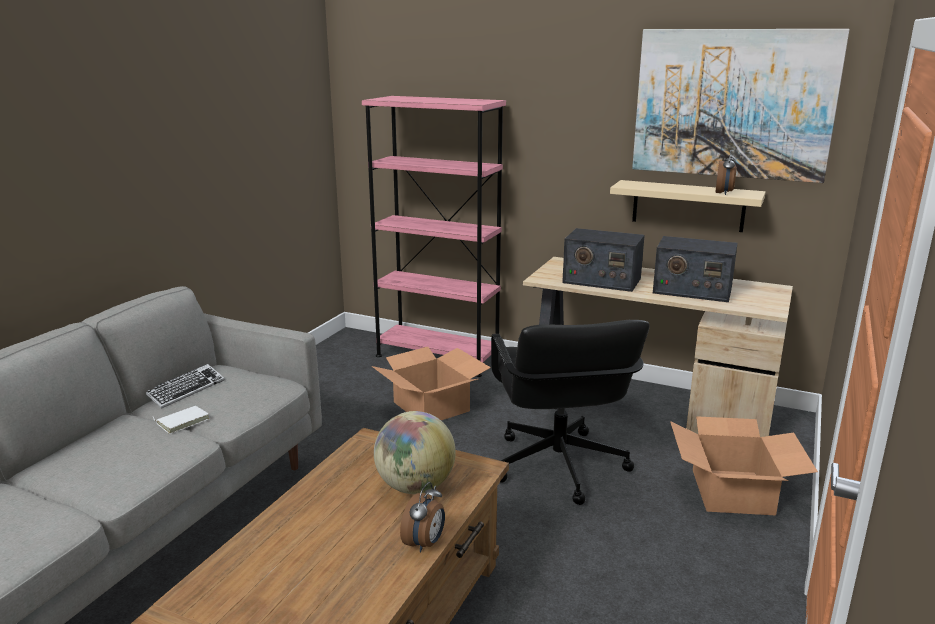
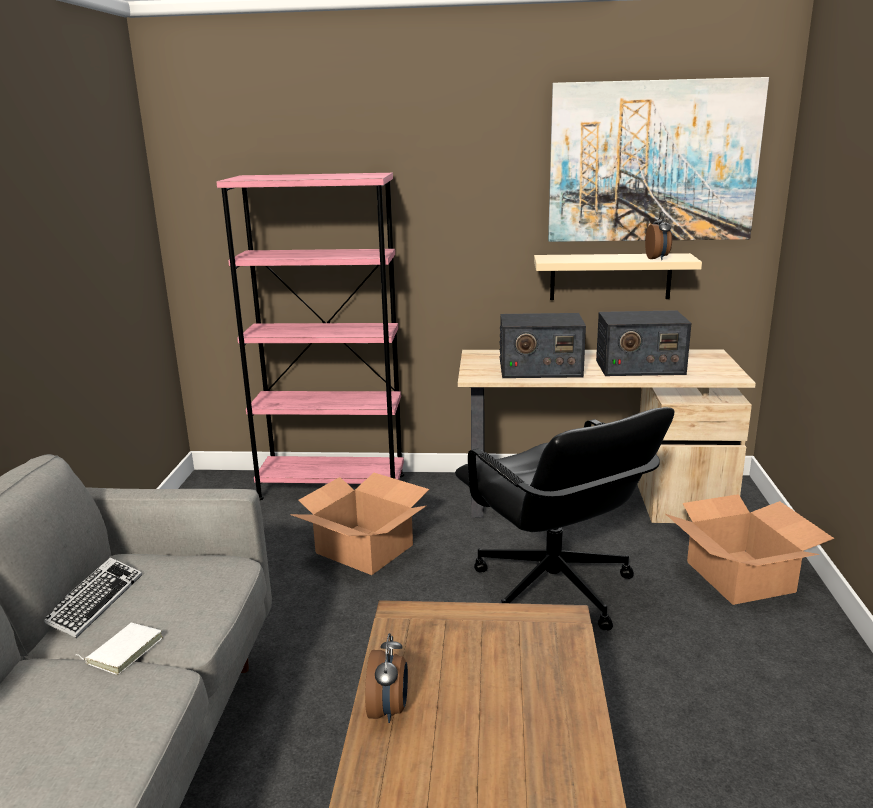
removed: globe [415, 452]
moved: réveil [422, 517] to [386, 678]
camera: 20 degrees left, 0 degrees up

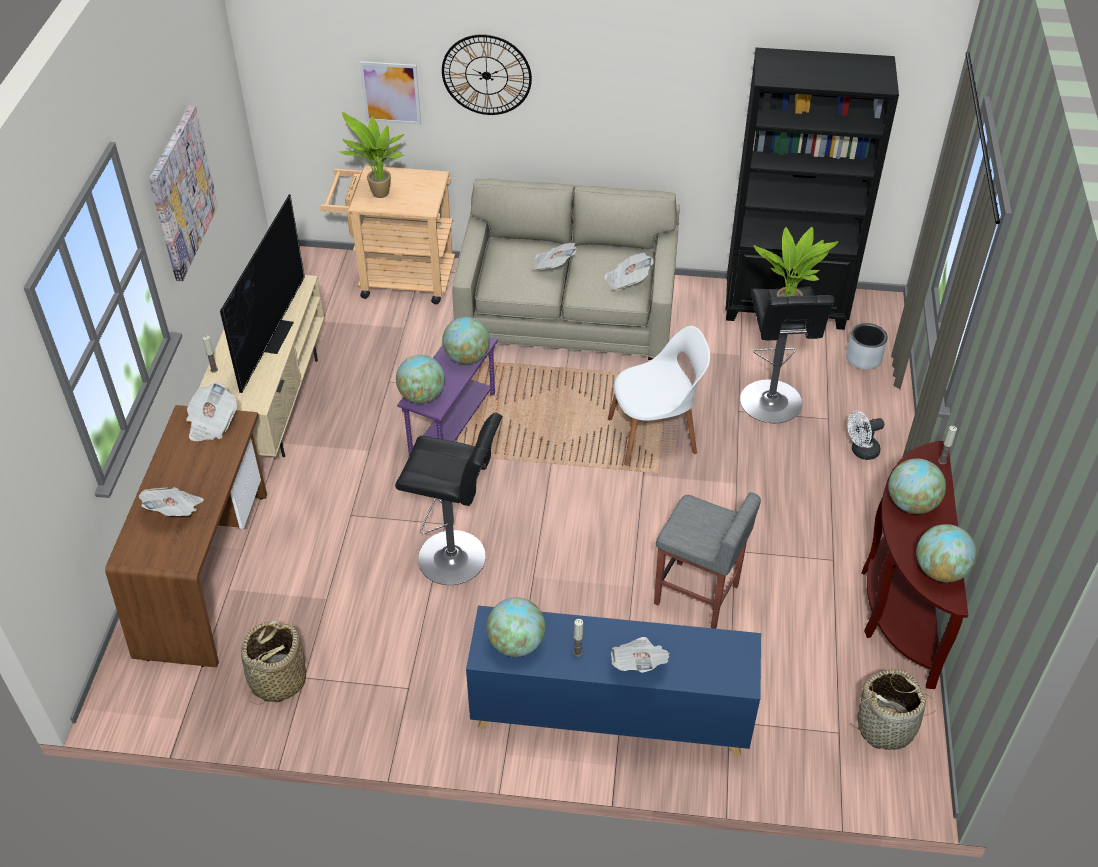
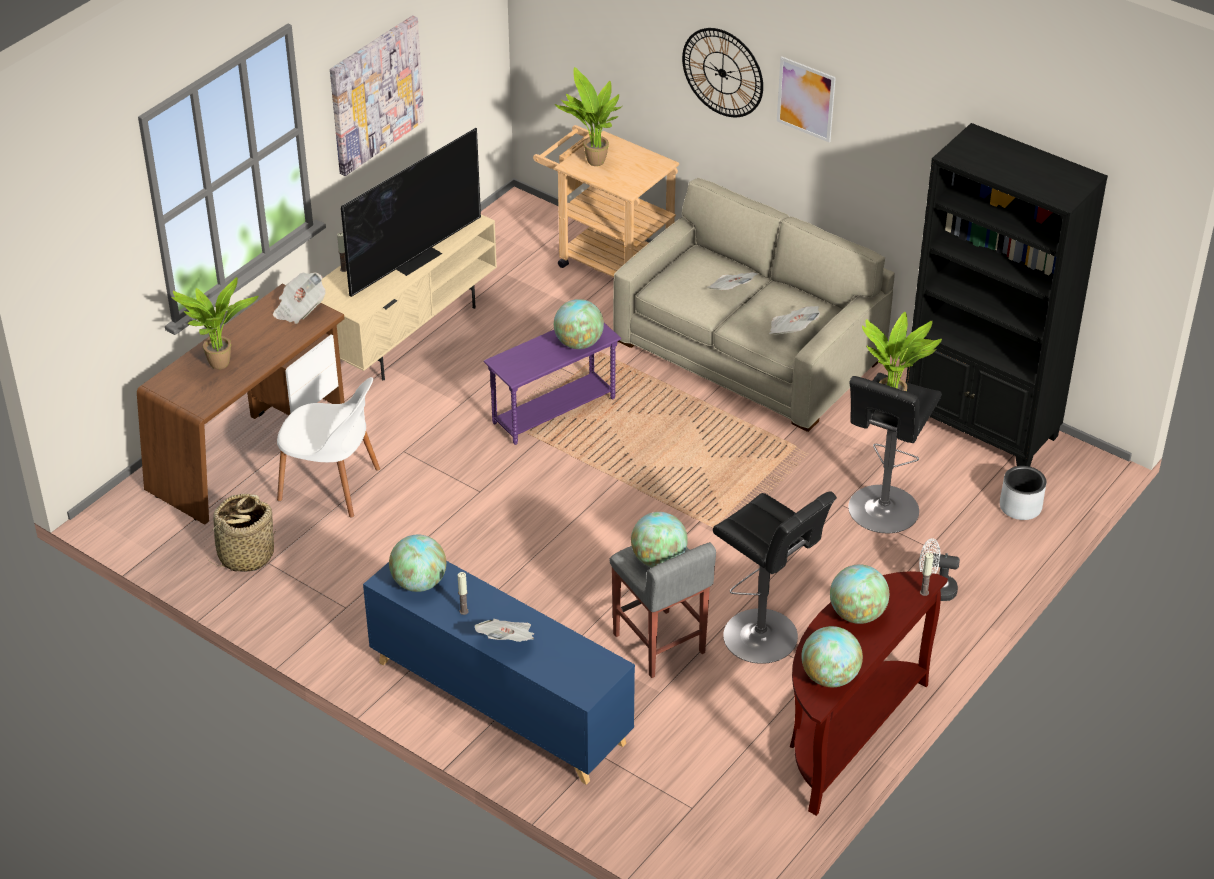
removed: panier [893, 709]
moved: tableau [390, 93] to [806, 99]; chaise (blanc) [659, 395] to [328, 447]; globe [420, 379] to [659, 539]; tabouret (noir) [448, 499] to [775, 577]
replaced: journal [171, 501] to plante en pot [214, 323]
camera: 30 degrees right, 5 degrees down

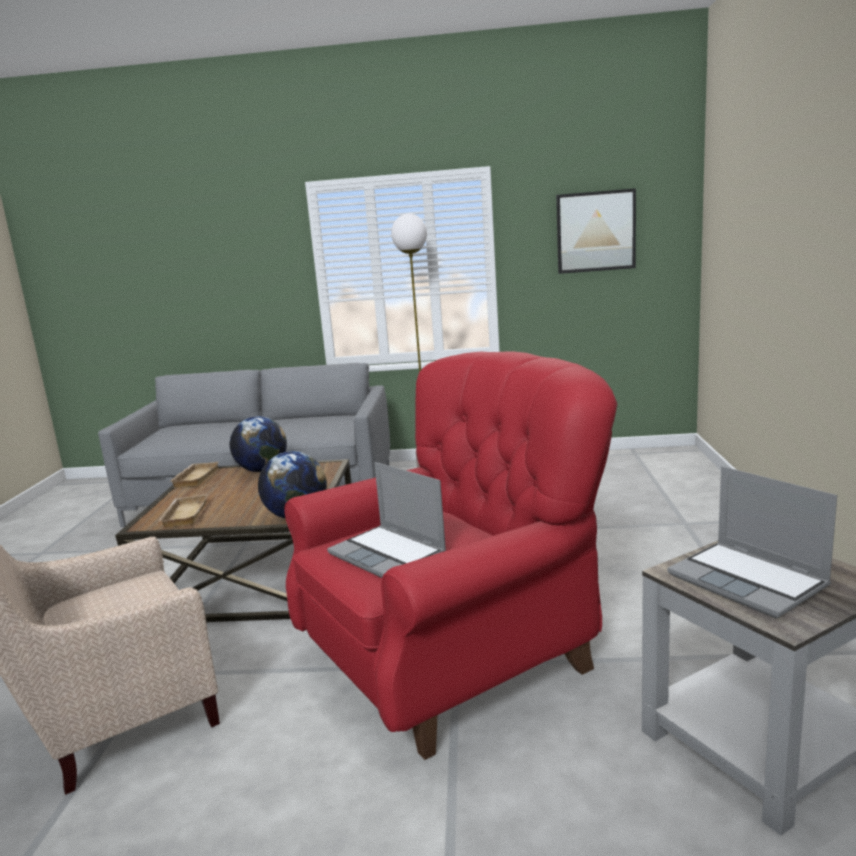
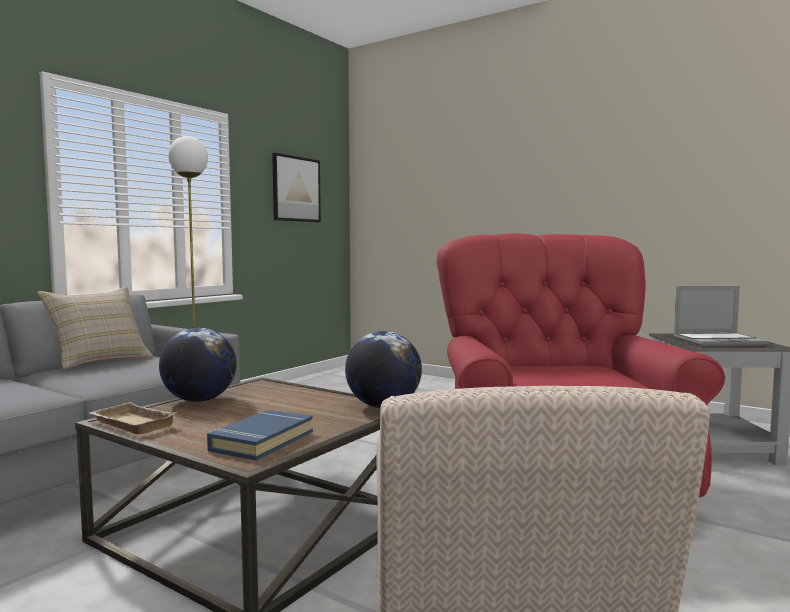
removed: ordinateur portable [386, 520]
added: coussin (beige) [95, 328]
replaced: plateau (beige) [183, 511] to livre (bleu) [260, 435]
camera: 60 degrees left, 10 degrees down

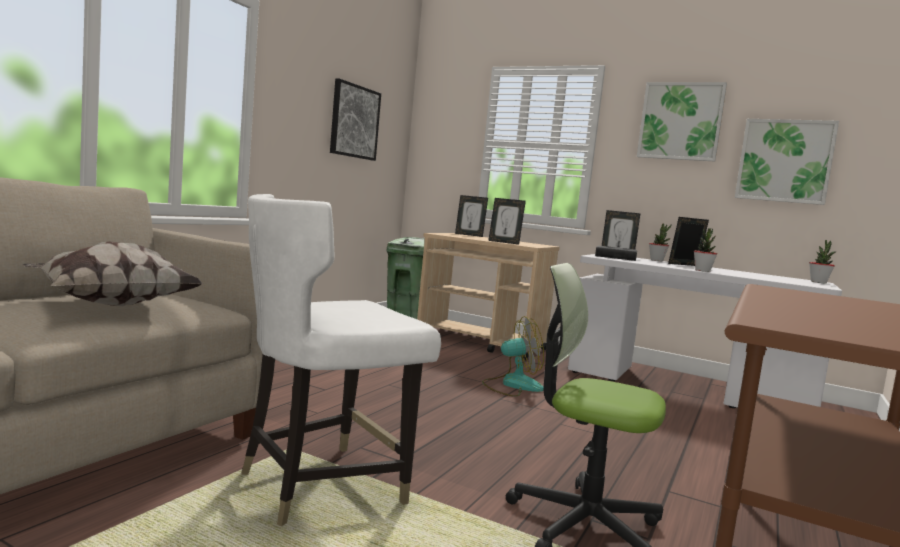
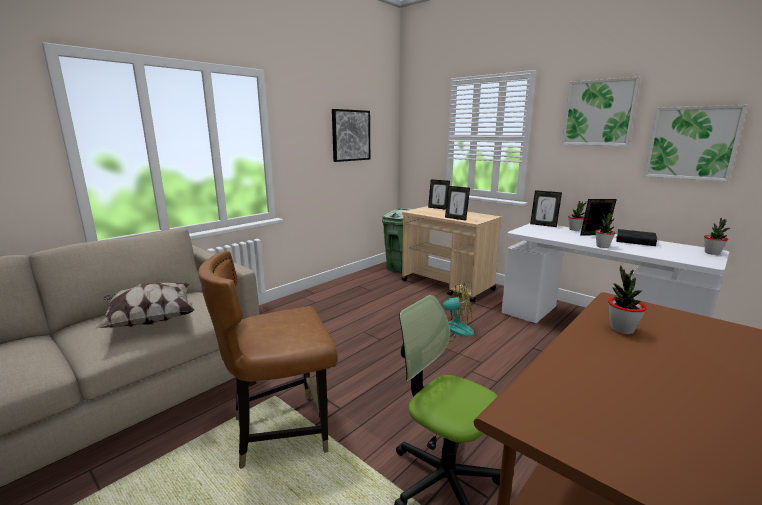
added: plante en pot [627, 300]
moved: livre (noir) [616, 253] to [636, 237]
recoloured: chaise (blanc) [341, 360] to chaise (marron) [268, 360]
camera: 15 degrees right, 10 degrees up

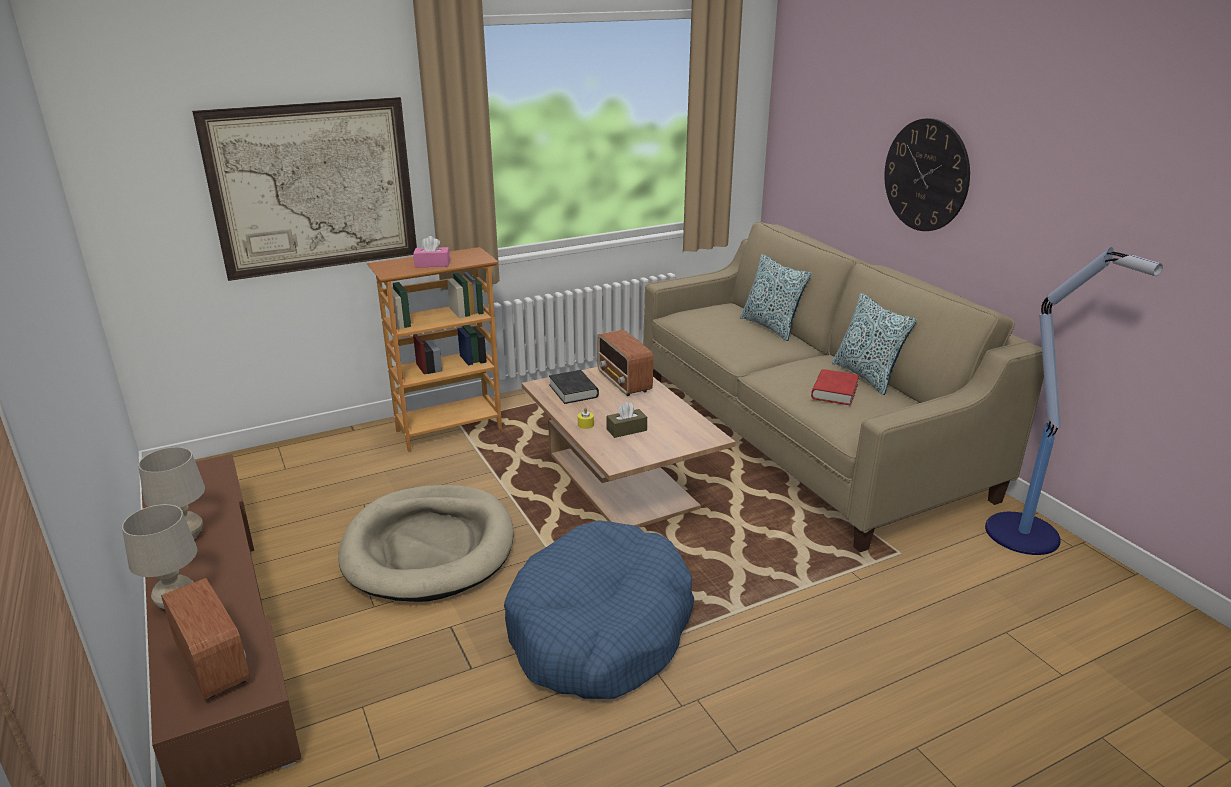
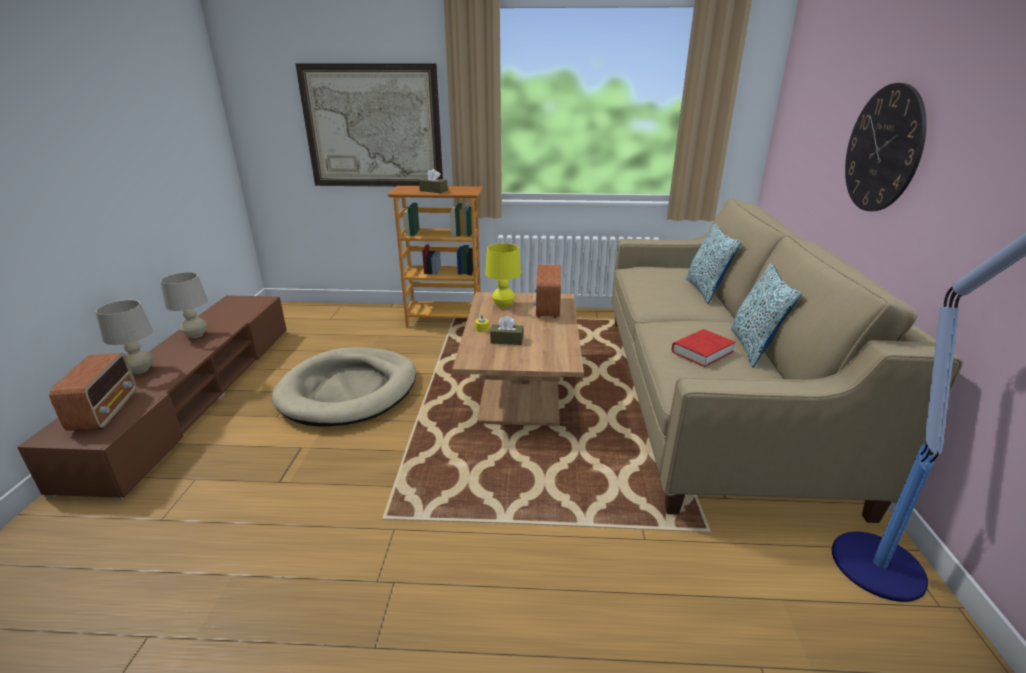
removed: panier pour chien (bleu) [599, 609]
replaced: livre (noir) [574, 387] to lampe de table (jaune) [503, 275]
recoloured: boîte à mouchoirs (rose) [431, 251] to boîte à mouchoirs (marron) [433, 181]
camera: 30 degrees right, 0 degrees up

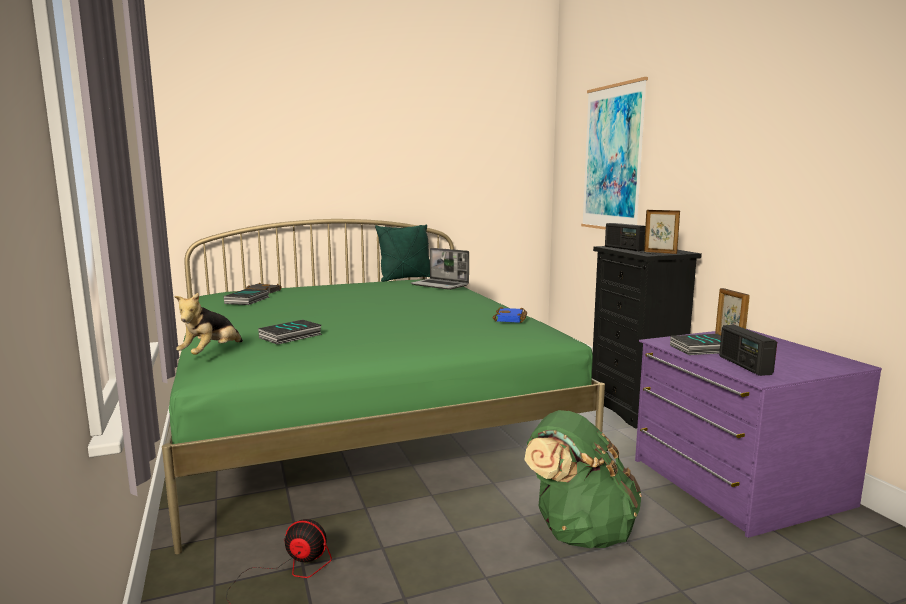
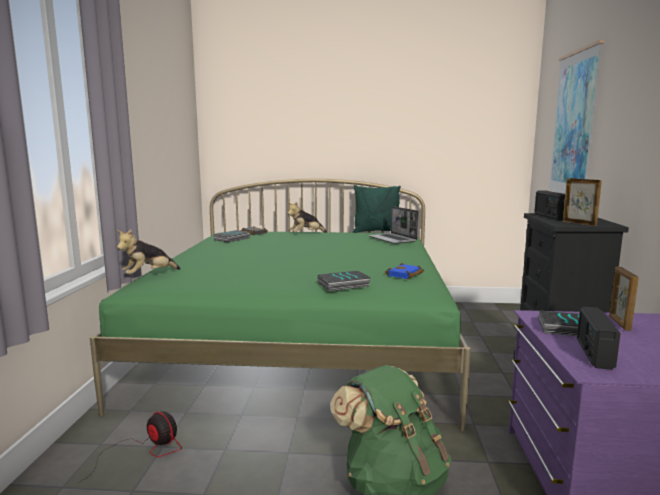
added: peluche [307, 217]
moved: livre [290, 332] to [344, 281]
camera: 25 degrees right, 0 degrees up

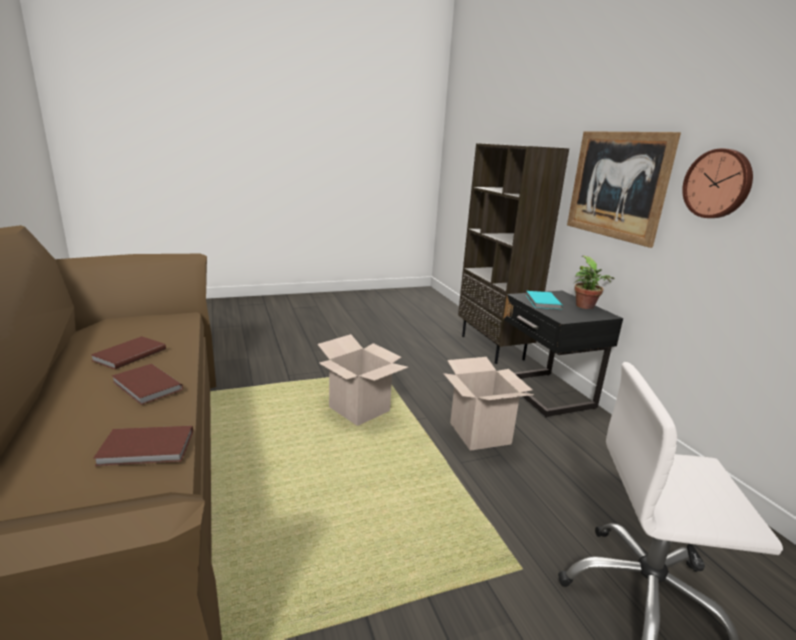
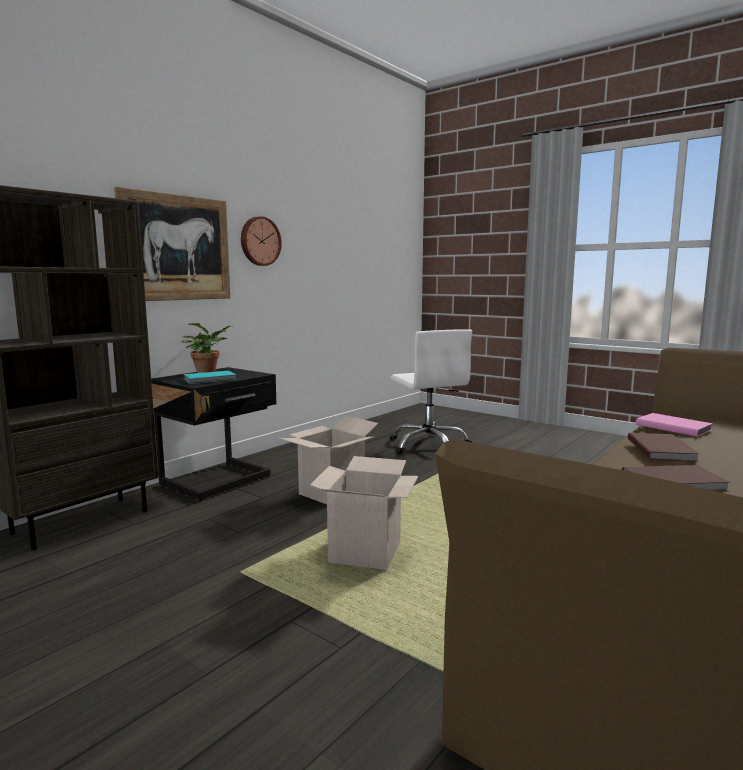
recoloured: livre (marron) [143, 446] to livre (rose) [674, 425]
camera: 120 degrees left, 10 degrees down

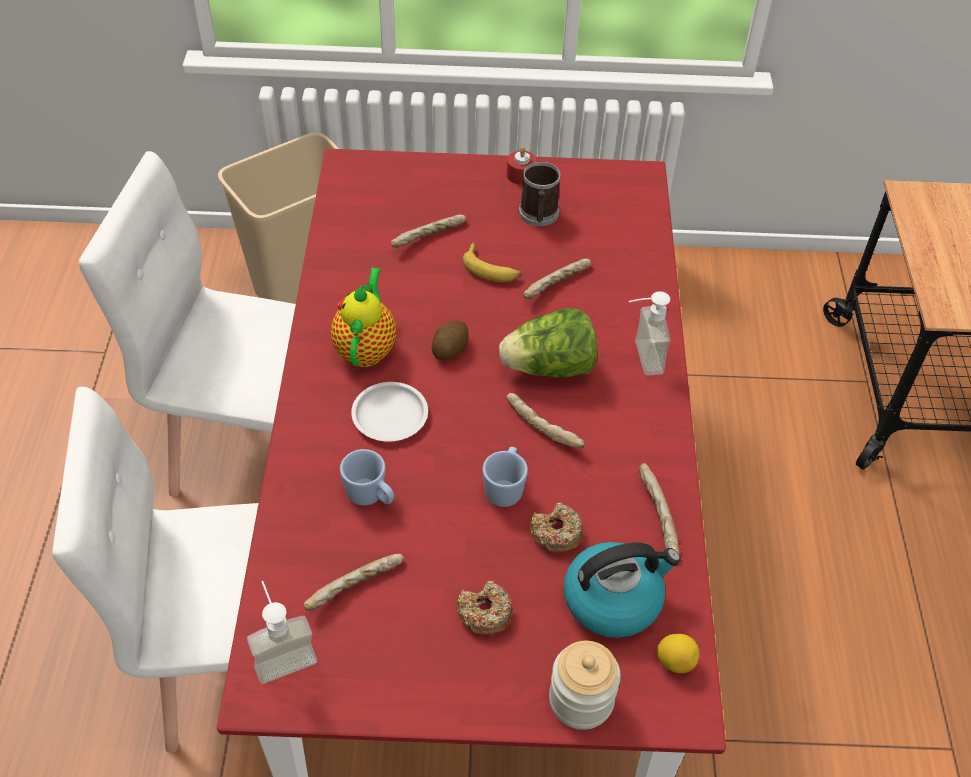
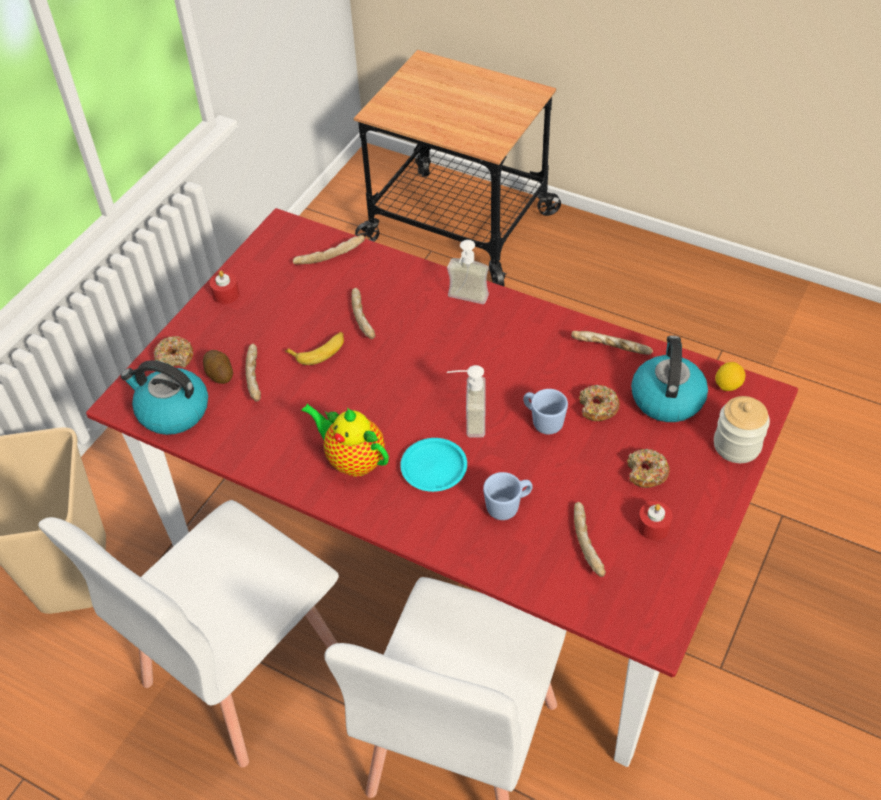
removed: mug [540, 194]; laitue [548, 343]
added: beignet [173, 352]; bouilloire [164, 397]; bougie (rouge) [655, 520]
moved: pomme de terre [450, 340] to [218, 367]; pain [546, 420] to [328, 249]; distributeur de savon [282, 632] to [466, 401]
recoloured: assiette (blanc) [389, 412] to assiette (turquoise) [433, 465]
camera: 60 degrees left, 0 degrees up

